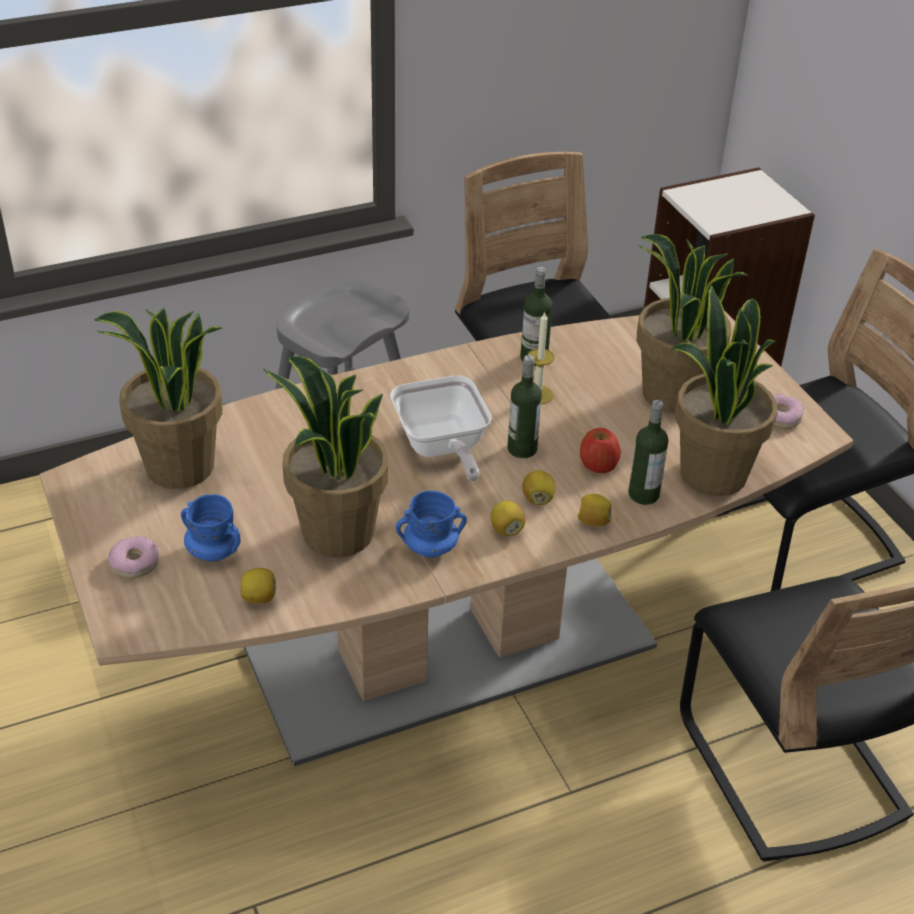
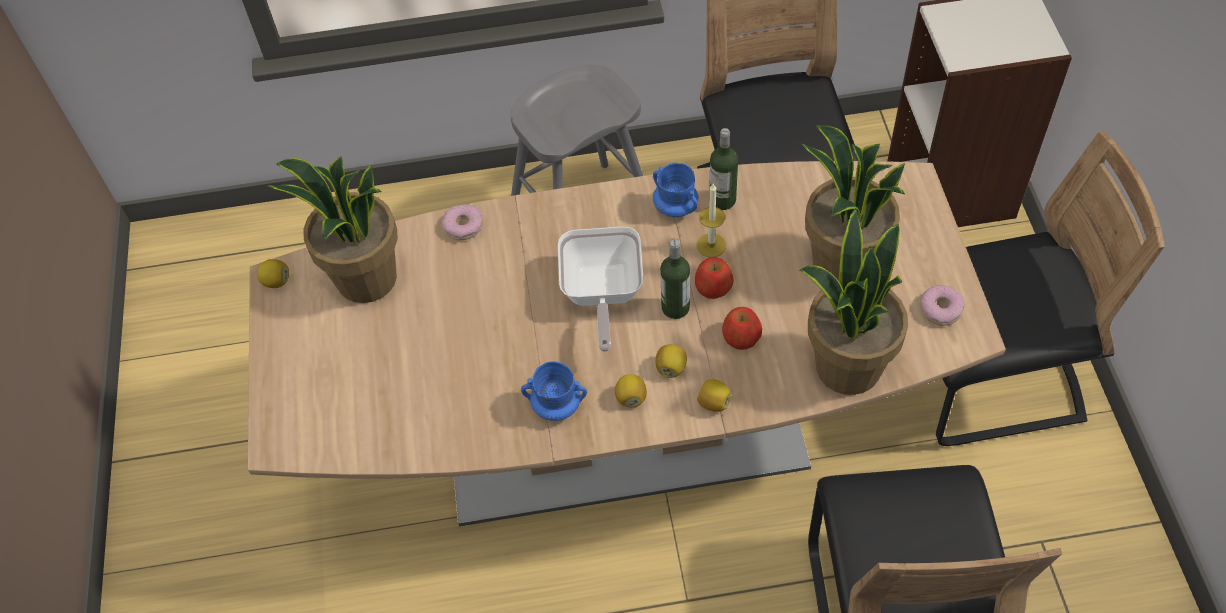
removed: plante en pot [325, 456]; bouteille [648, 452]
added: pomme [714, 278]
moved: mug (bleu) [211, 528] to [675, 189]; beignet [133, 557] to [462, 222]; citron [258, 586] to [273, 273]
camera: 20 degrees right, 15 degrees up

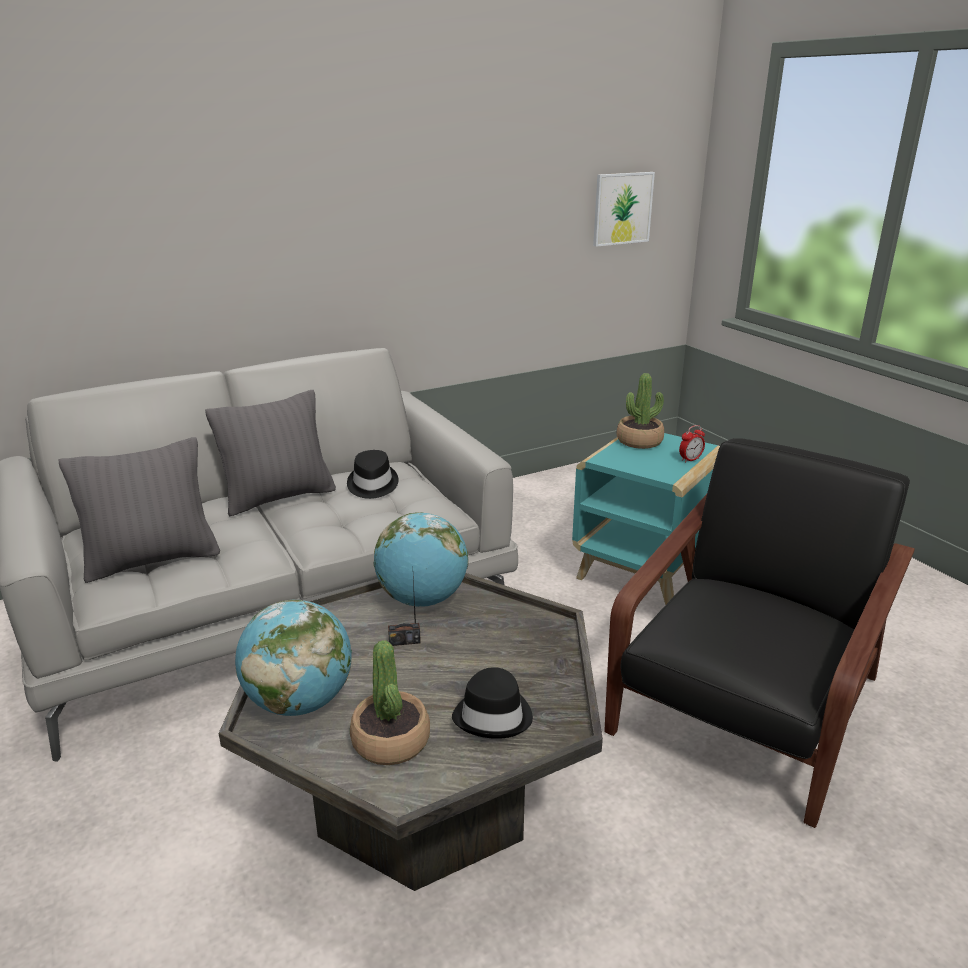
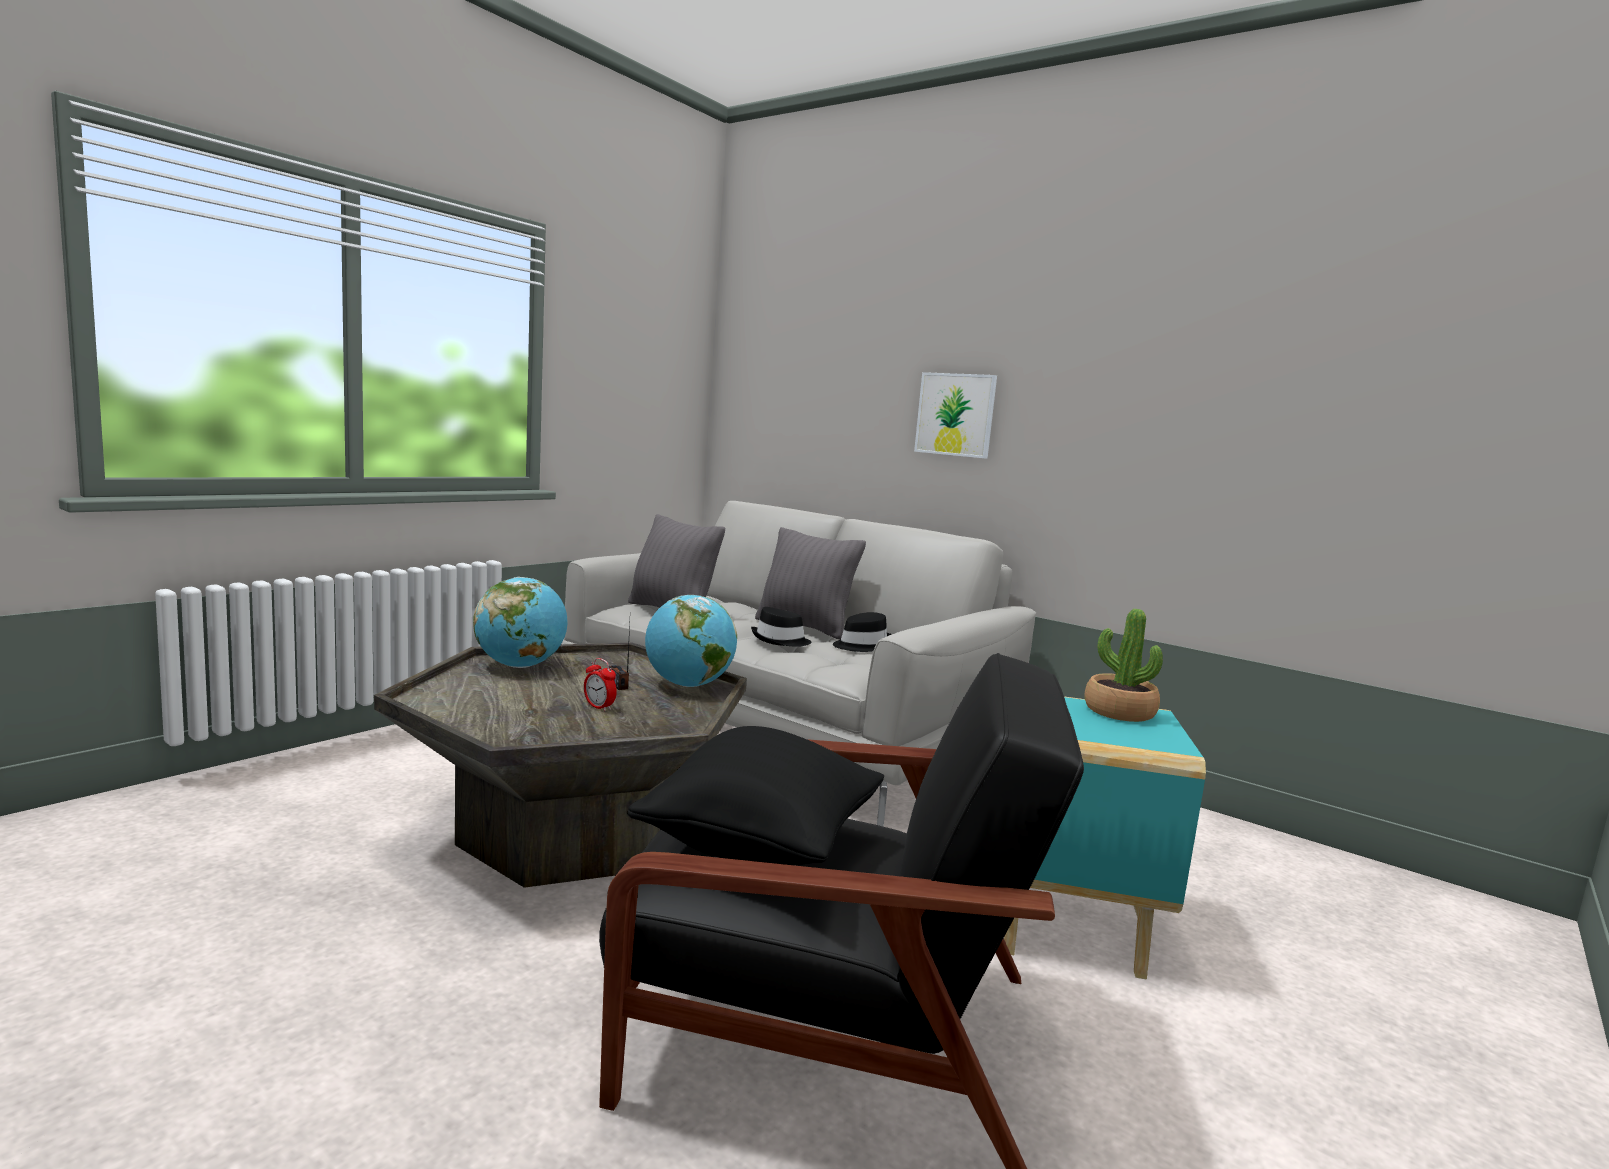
removed: plante en pot [390, 702]
added: coussin (noir) [755, 795]
moved: tableau [624, 209] to [955, 415]; réveil [692, 444] to [600, 684]; chapeau (noir) [492, 703] to [781, 627]
camera: 65 degrees right, 15 degrees down

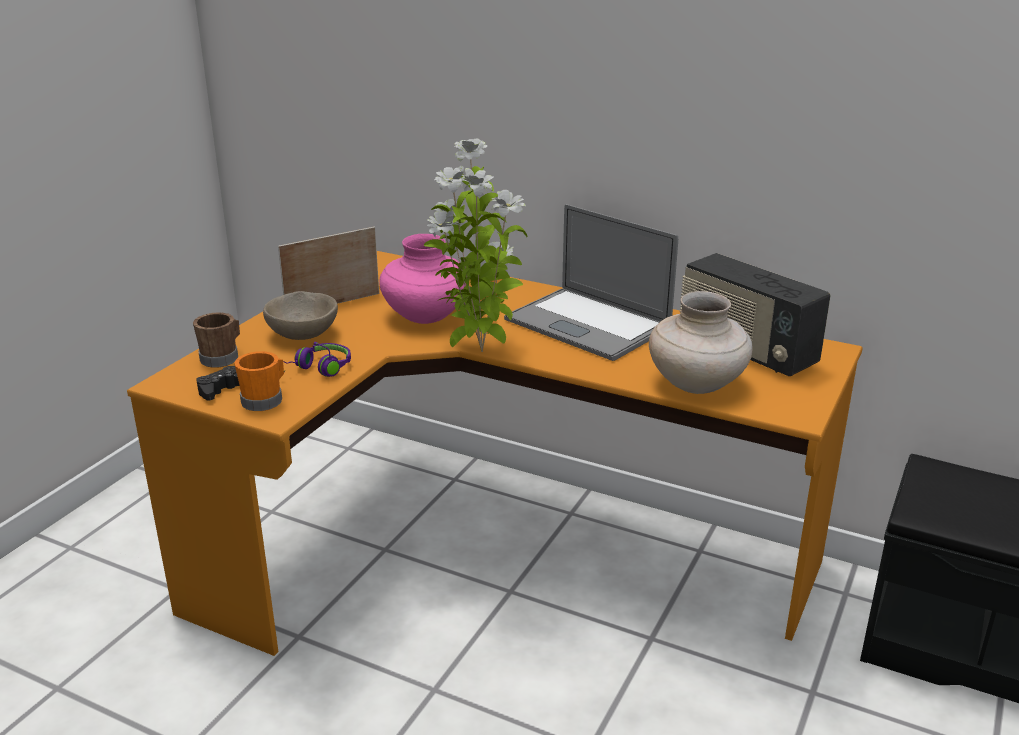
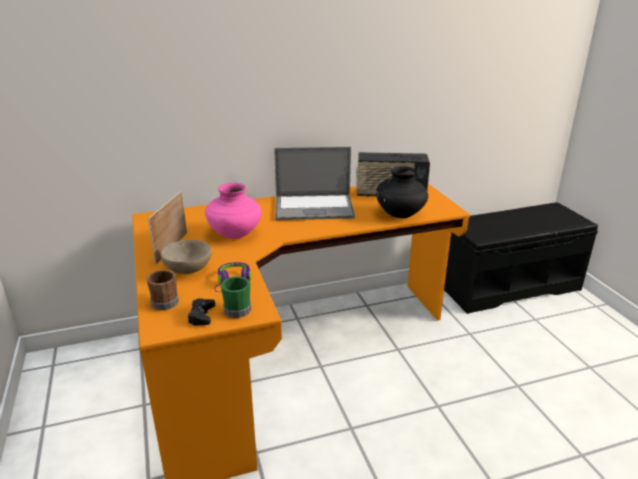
removed: plante en pot [475, 245]
recoloured: vase (beige) [701, 342] to vase (noir) [402, 192]; mug (orange) [259, 381] to mug (vert) [236, 297]
camera: 45 degrees left, 0 degrees up

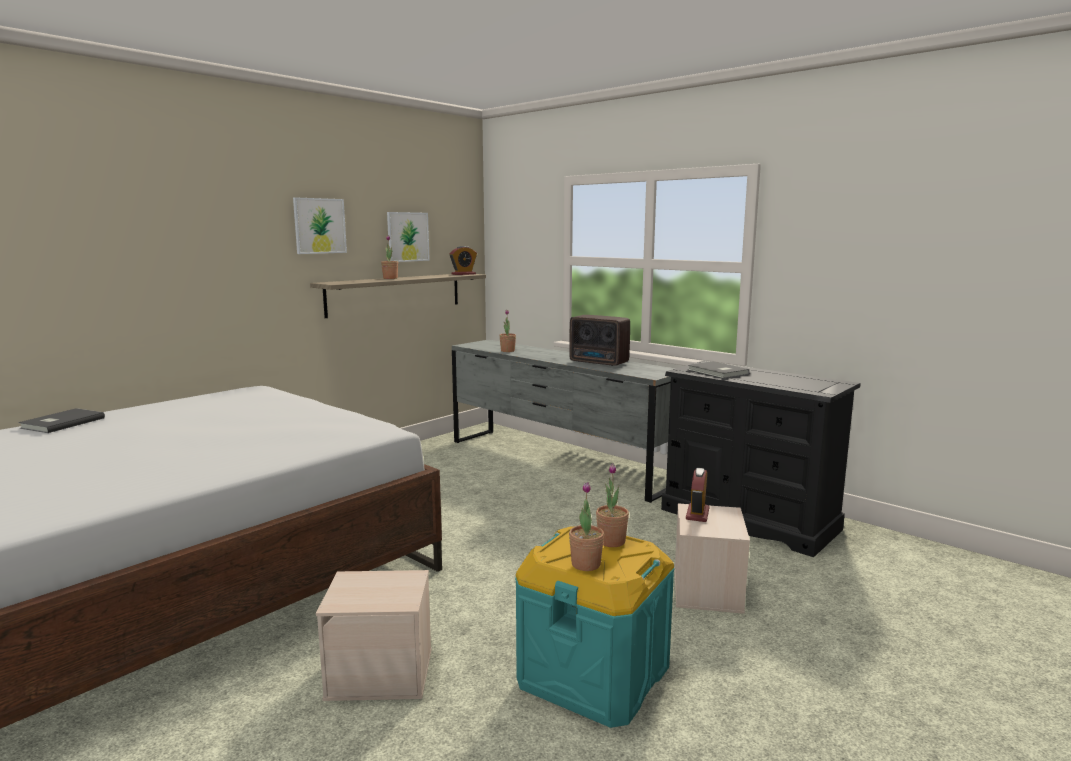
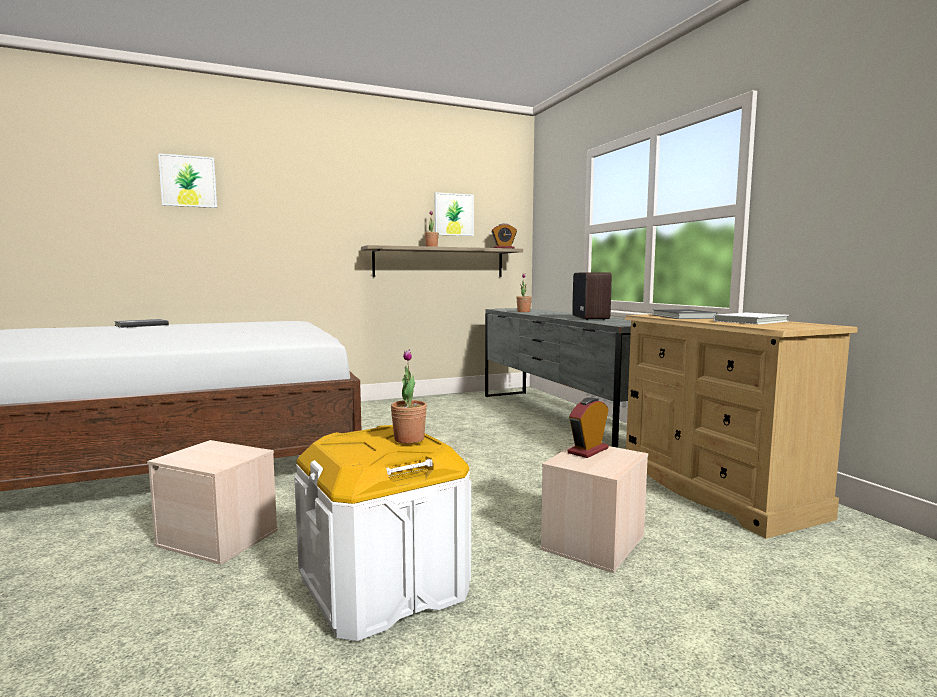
removed: plante en pot [586, 526]
added: livre (blanc) [751, 318]
moved: tableau [320, 225] to [187, 180]
recoloured: commode (noir) [760, 459] to commode (beige) [741, 426]; boîte de rangement (turquoise) [595, 627] to boîte de rangement (blanc) [382, 533]
turned: radio [599, 340] = [592, 296] 150 degrees counterclockwise
camera: 25 degrees right, 5 degrees down

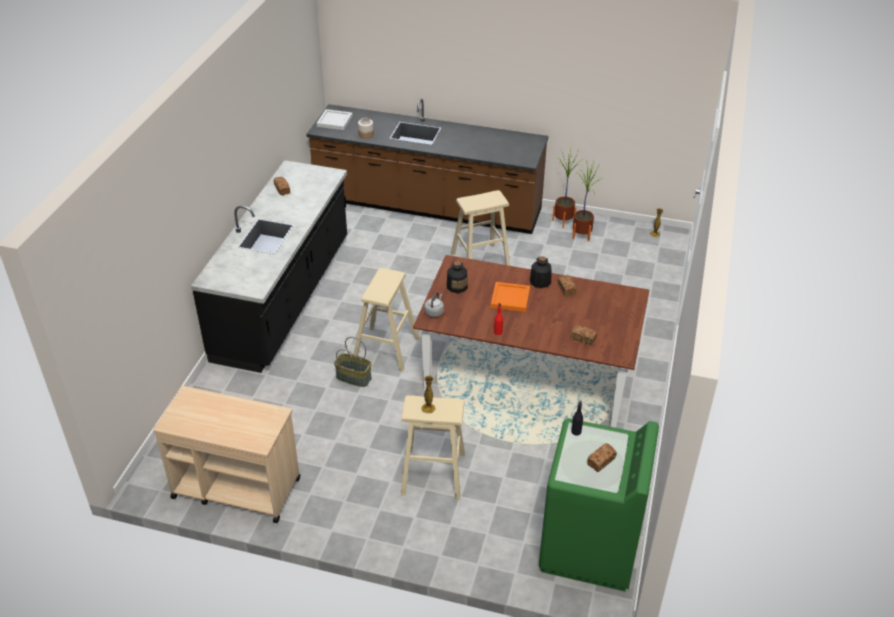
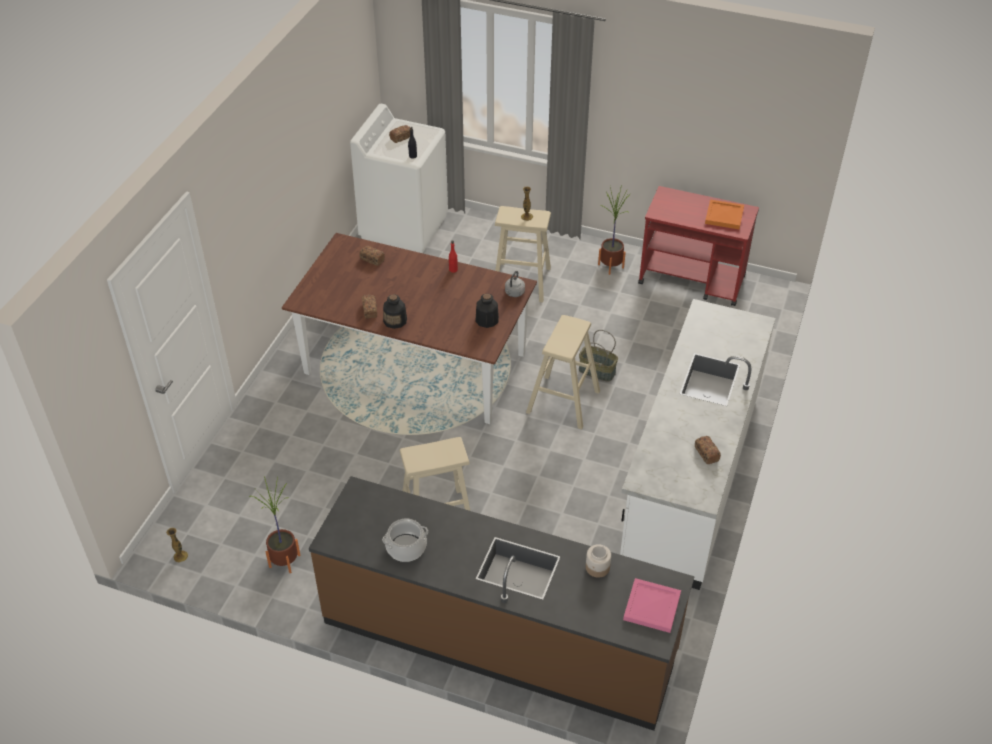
added: marmite [405, 540]
moved: plante en pot [567, 188] to [614, 229]; plateau (orange) [510, 297] to [724, 214]
recoloured: plateau (blanc) [335, 119] to plateau (rose) [652, 605]; comptoir de cuisine (noir) [269, 266] to comptoir de cuisine (blanc) [697, 444]; chariot (beige) [227, 454] to chariot (rouge) [698, 246]; lave-linge (vert) [599, 505] to lave-linge (blanc) [399, 178]
camera: 175 degrees left, 5 degrees up

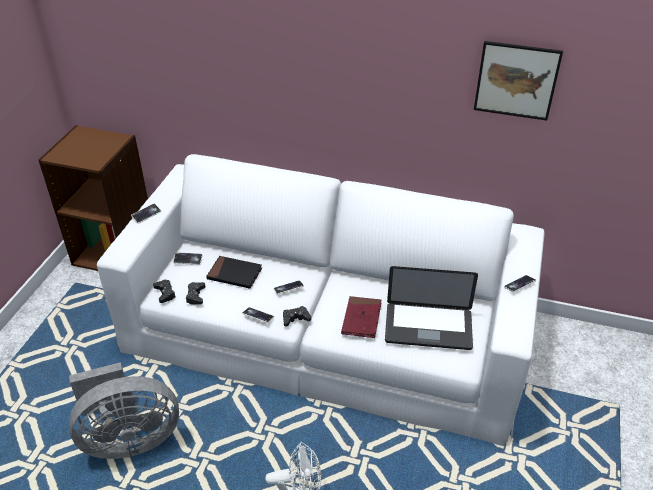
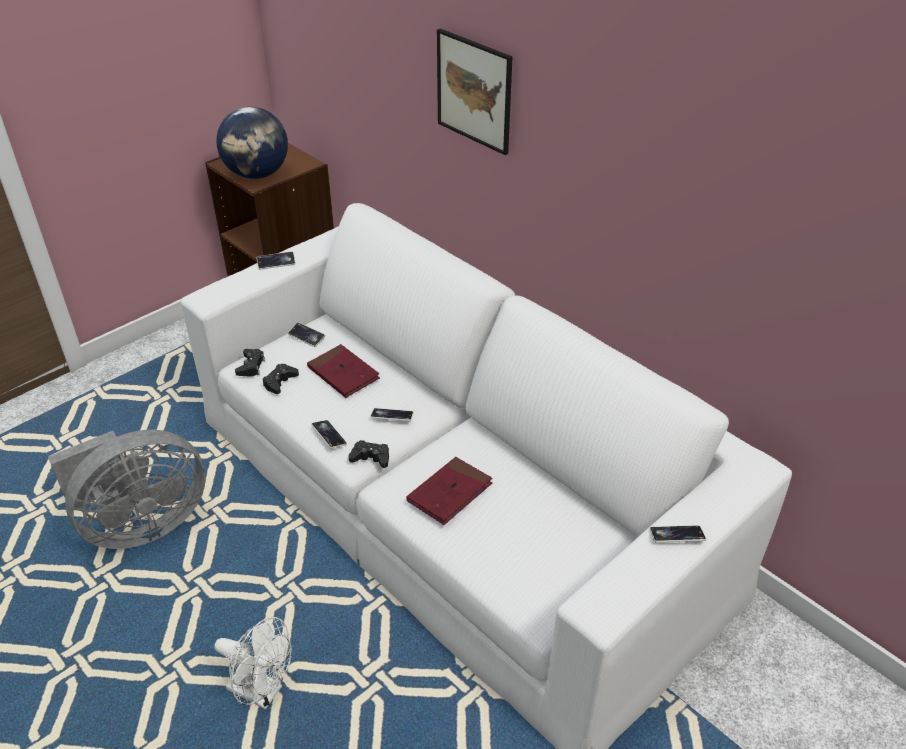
removed: ordinateur portable [431, 308]
added: globe [252, 143]
moved: tableau [518, 81] to [474, 92]
recoloured: livre (noir) [234, 272] to livre (rouge) [343, 371]
turned: ventilateur (gris) [124, 410] = [127, 489] 45 degrees counterclockwise
camera: 30 degrees right, 0 degrees up

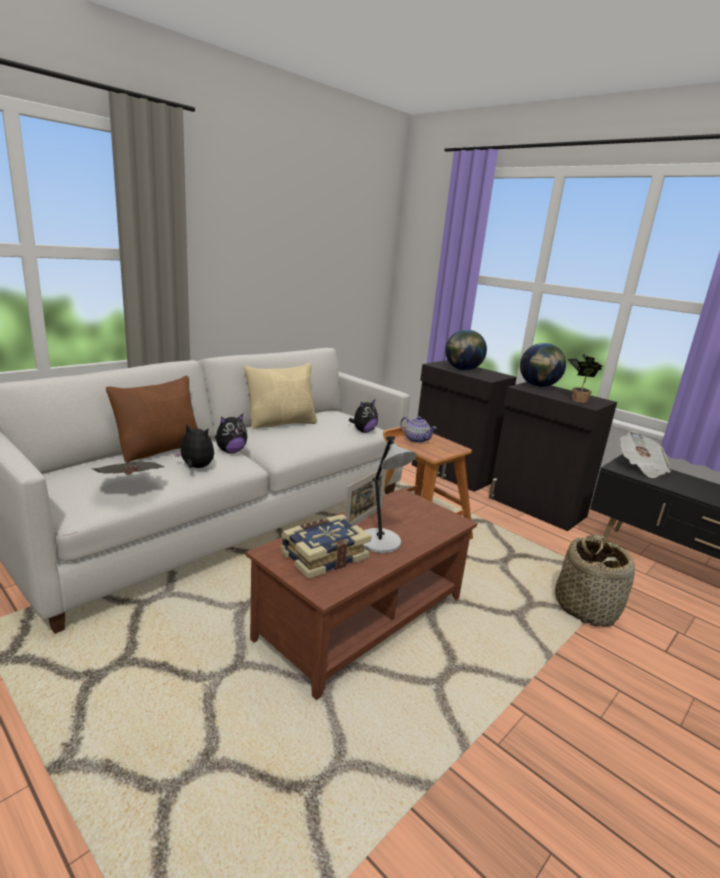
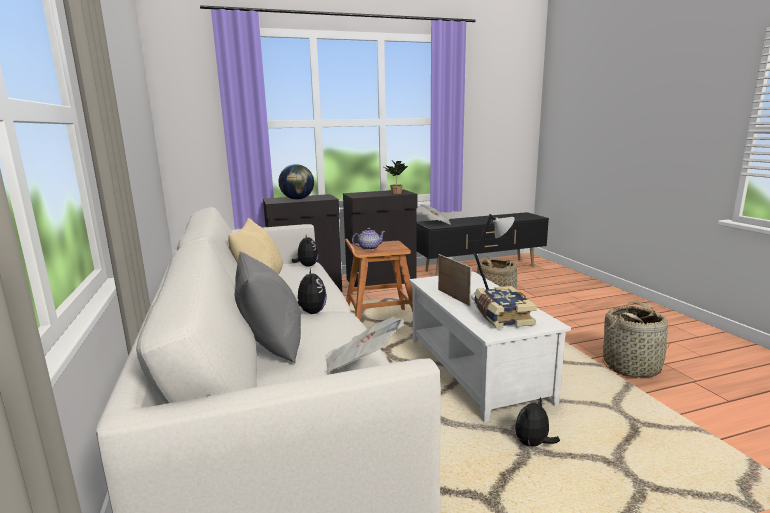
removed: globe [543, 365]
added: panier [636, 339]
moved: peluche [194, 446] to [537, 422]
recoloured: coussin (marron) [152, 419] to coussin (gris) [268, 307]; table basse (marron) [361, 594] to table basse (blanc) [490, 347]
camera: 60 degrees left, 5 degrees down

